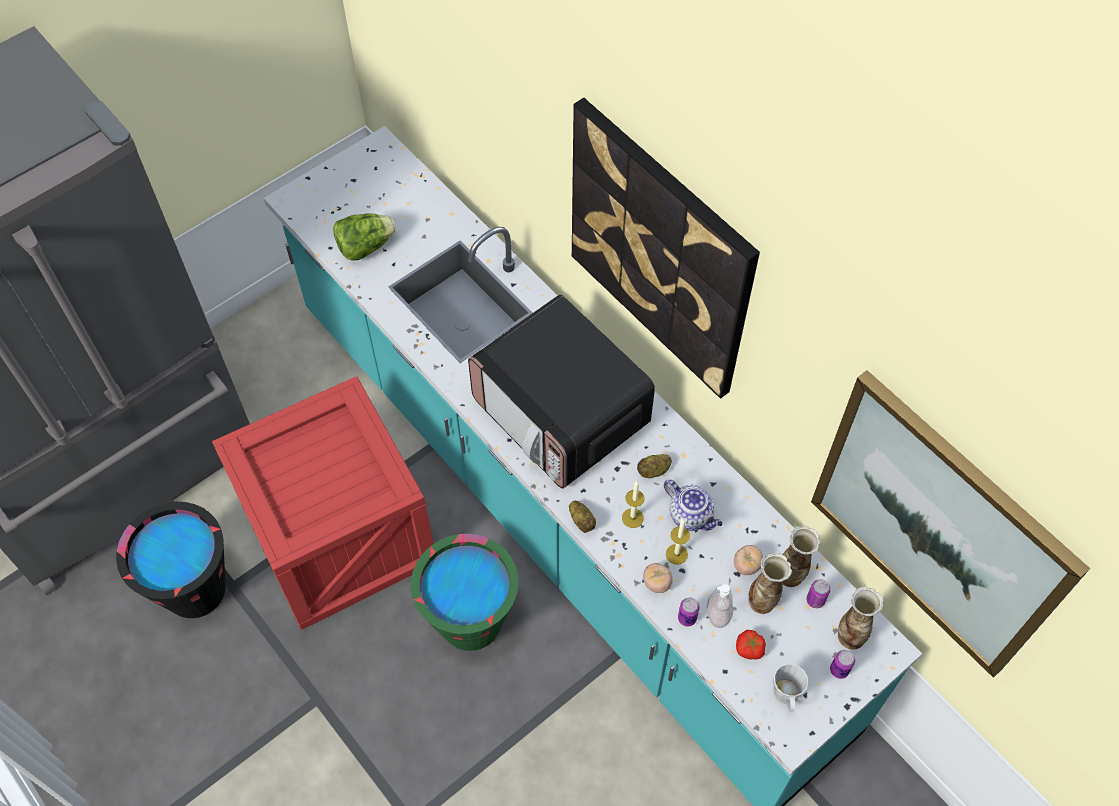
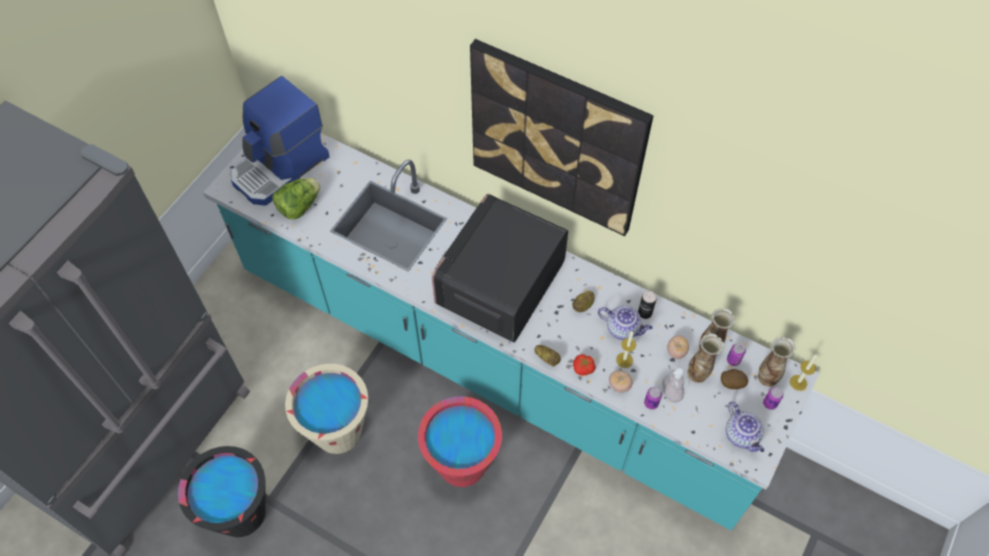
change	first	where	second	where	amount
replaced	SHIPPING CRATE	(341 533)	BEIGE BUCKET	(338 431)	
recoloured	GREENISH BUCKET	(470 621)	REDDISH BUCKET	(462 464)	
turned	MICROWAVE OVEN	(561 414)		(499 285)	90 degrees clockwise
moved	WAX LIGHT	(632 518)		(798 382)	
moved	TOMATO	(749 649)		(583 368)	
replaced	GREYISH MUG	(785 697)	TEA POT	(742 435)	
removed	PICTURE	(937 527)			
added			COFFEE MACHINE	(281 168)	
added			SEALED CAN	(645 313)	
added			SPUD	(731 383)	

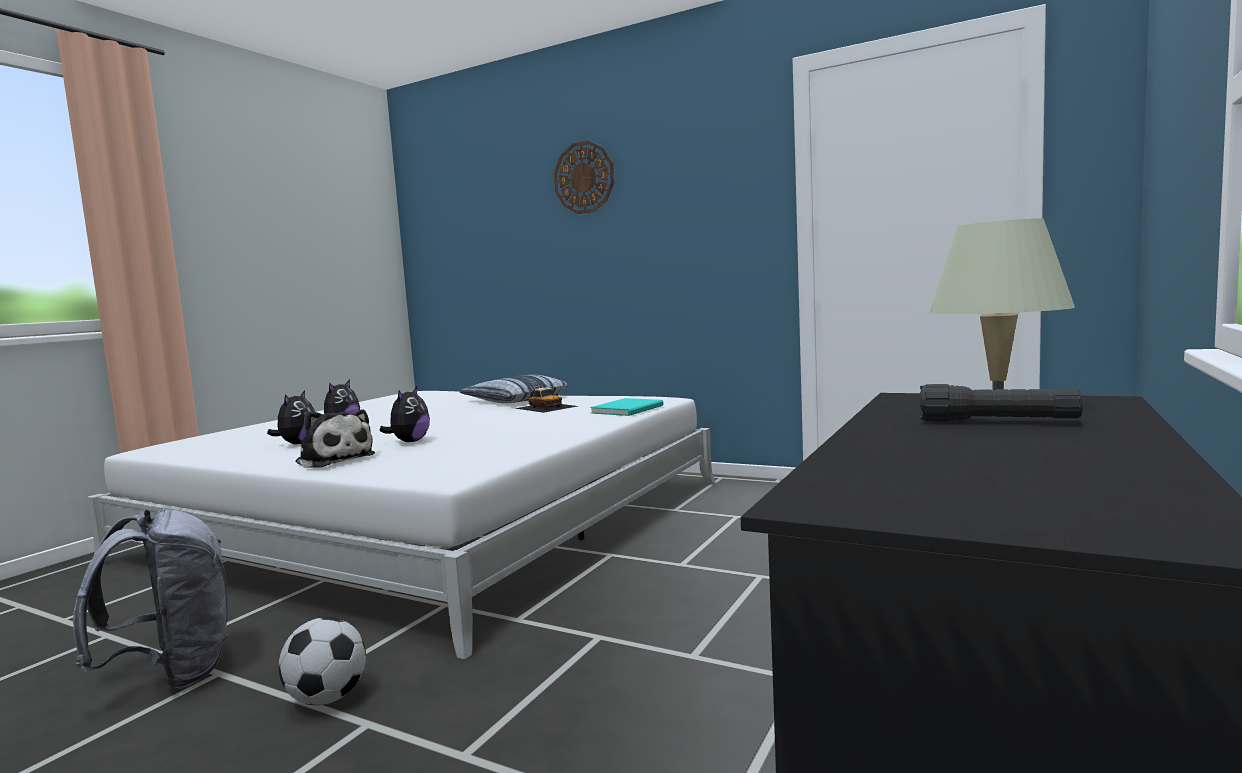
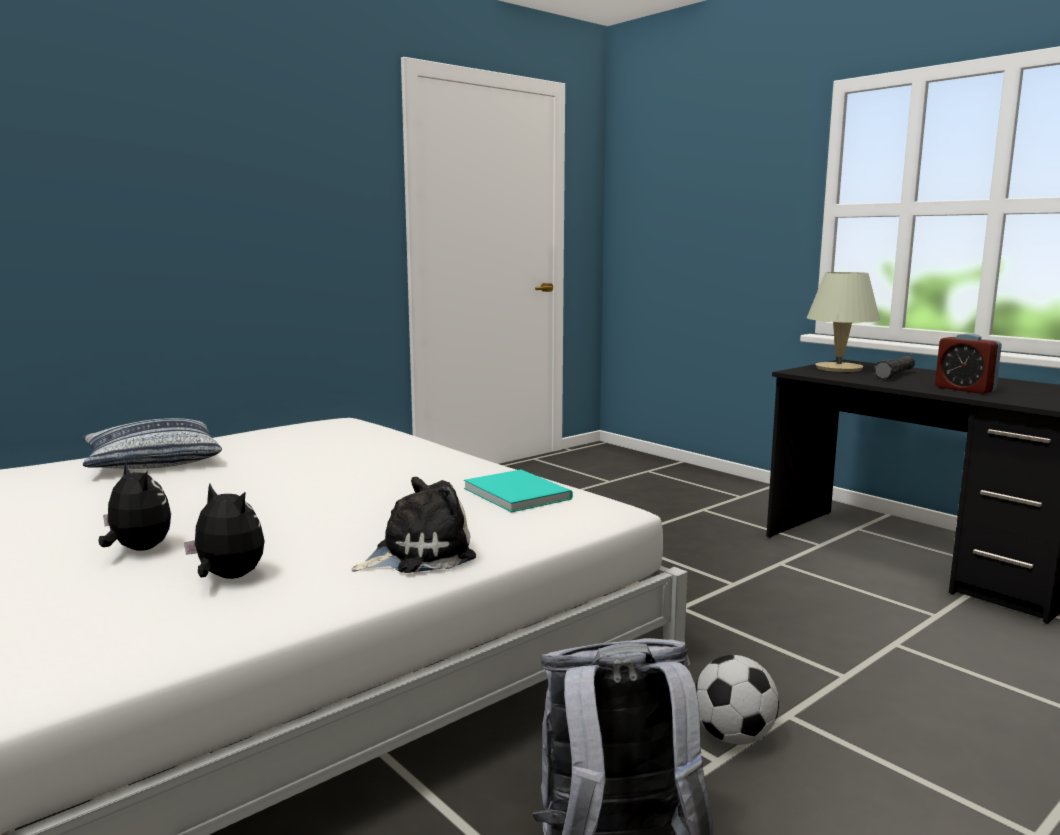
change	first	where	second	where	amount
removed	PLUSH TOY	(409 441)			
removed	MINIATURE CAR	(546 407)			
removed	WALL CLOCK	(584 177)			
moved	TURQUOISE-COLOURED BOUND BOOK	(630 409)		(517 492)	
added			BEDSIDE CLOCK	(964 389)	

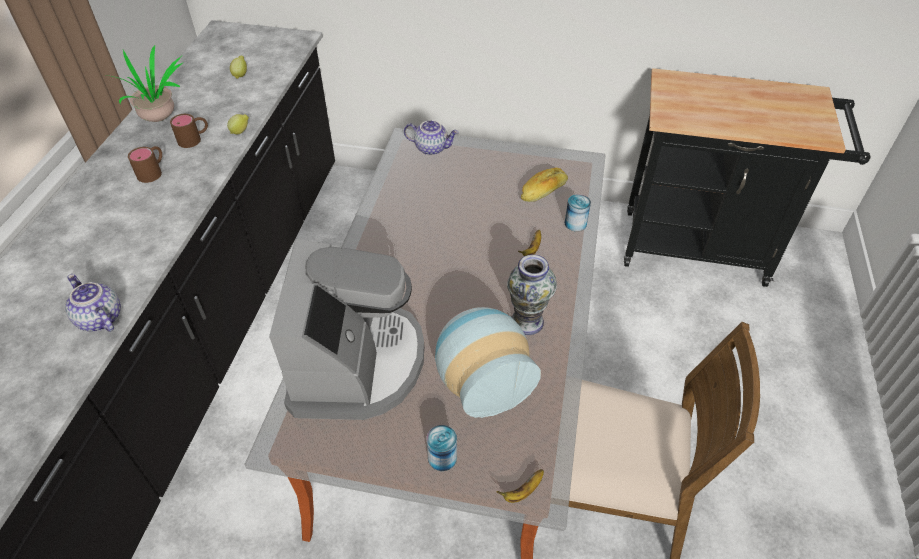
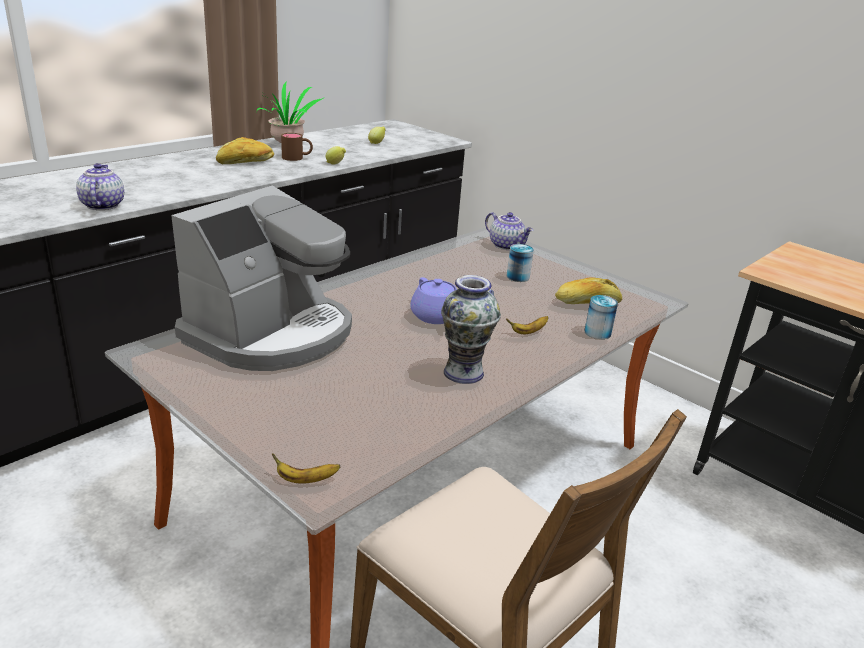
change	first	where	second	where	amount
replaced	BROWN-COLOURED MUG	(153 171)	BREAD	(245 162)	
moved	SEALED CAN	(442 457)		(517 277)	
removed	FLOWER VASE	(481 382)			
added			PURPLE TEA POT	(435 317)	

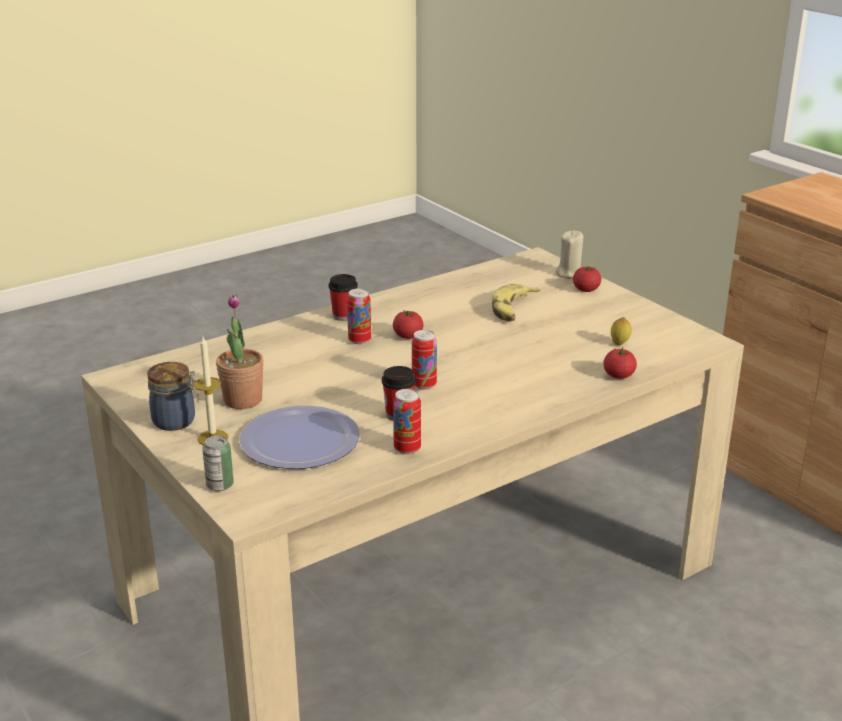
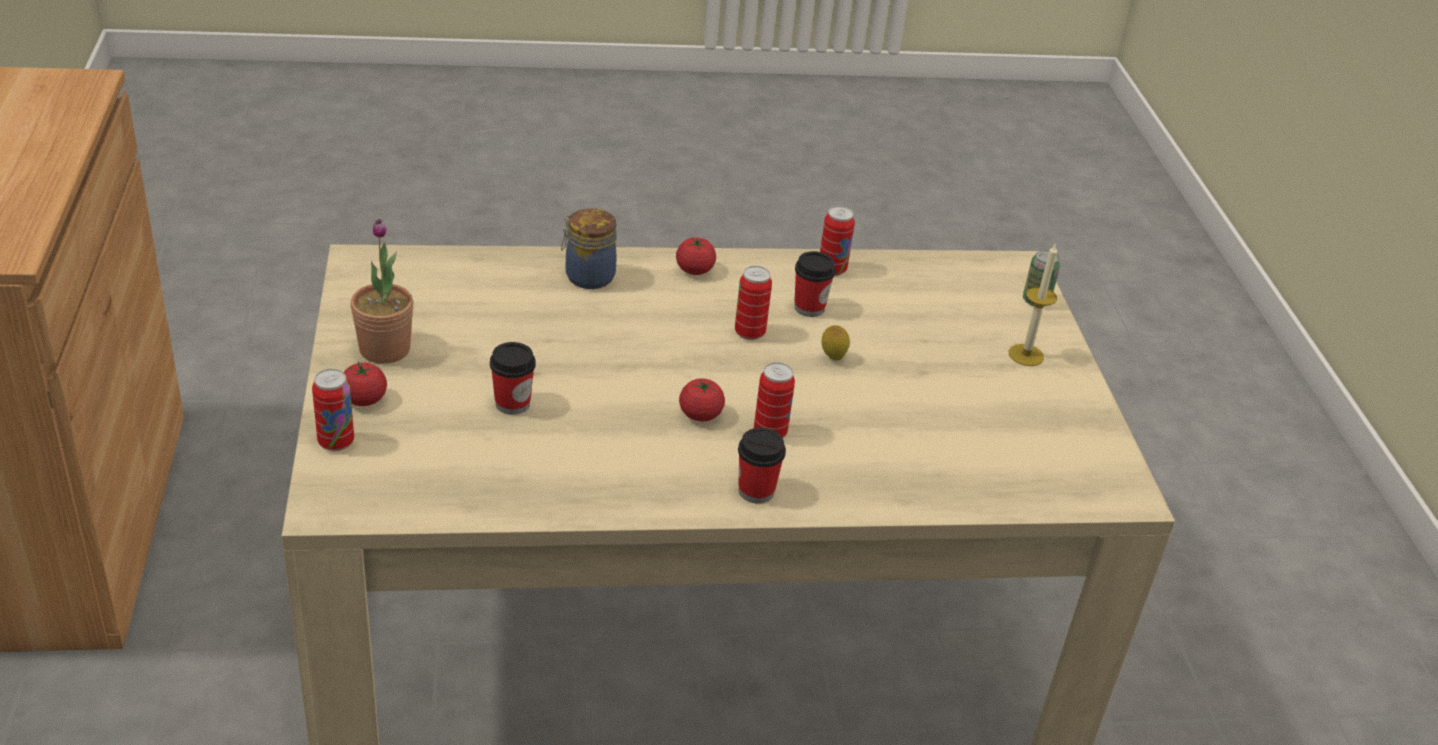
change	first	where	second	where	amount
moved	STORAGE JAR	(176 421)		(587 276)	
moved	POTTED PLANT	(243 400)		(385 349)	
removed	FLAT DISH	(299 440)			
replaced	BANANA FRUIT	(513 310)	DRINKING CUP	(512 403)	
replaced	BEIGE WAX LIGHT	(569 274)	SEALED CAN	(336 442)	
moved	TOMATO	(618 375)		(694 270)	
moved	LEMON	(619 344)		(832 358)	

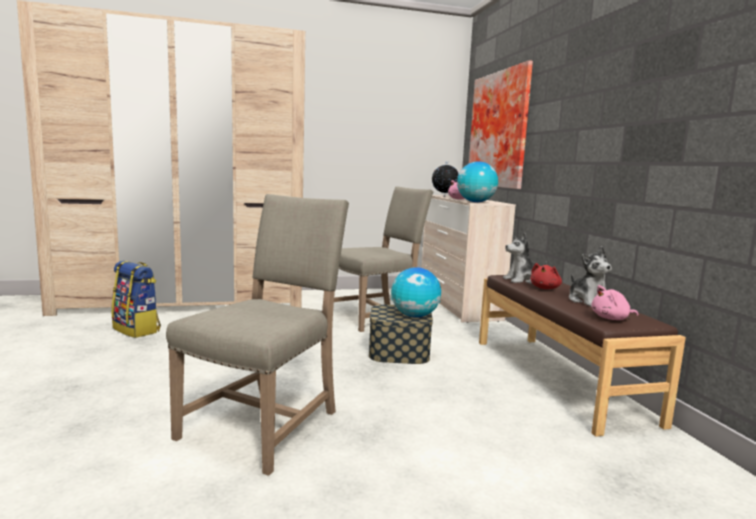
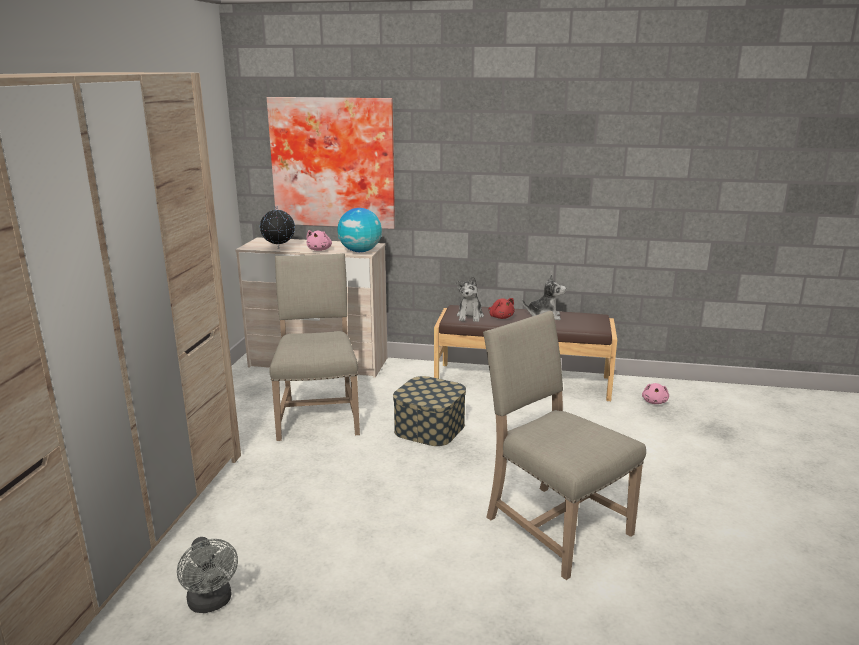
change	first	where	second	where	amount
replaced	KNAPSACK	(137 330)	GREYISH FAN	(211 603)	
removed	DESK GLOBE	(414 316)			
moved	PINK-COLOURED PLUSH TOY	(612 319)		(654 402)	

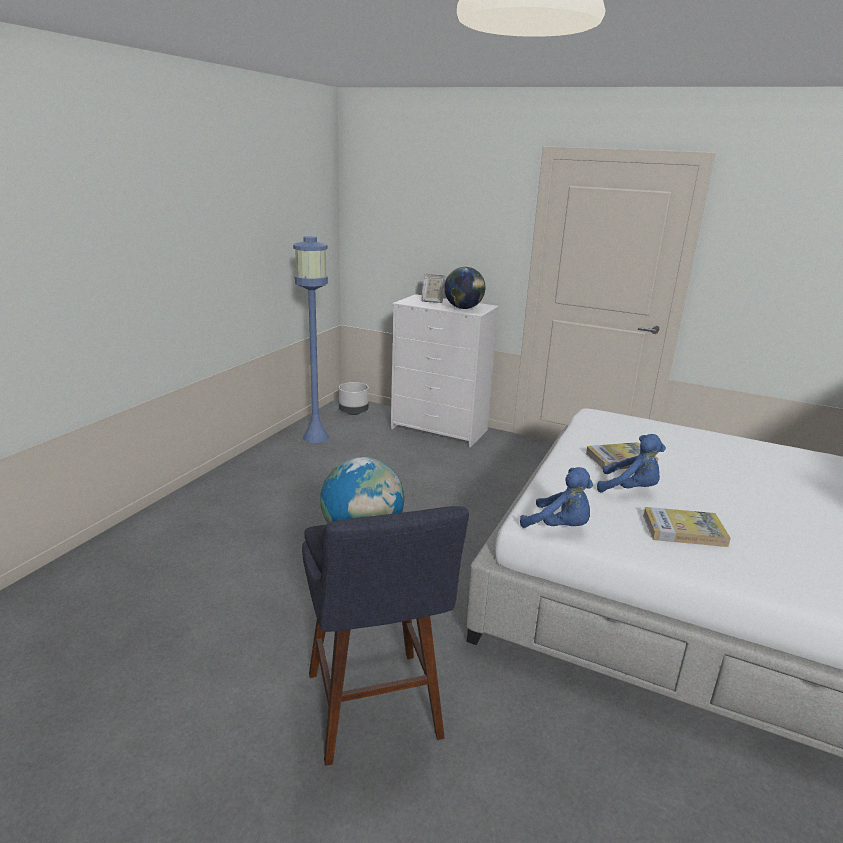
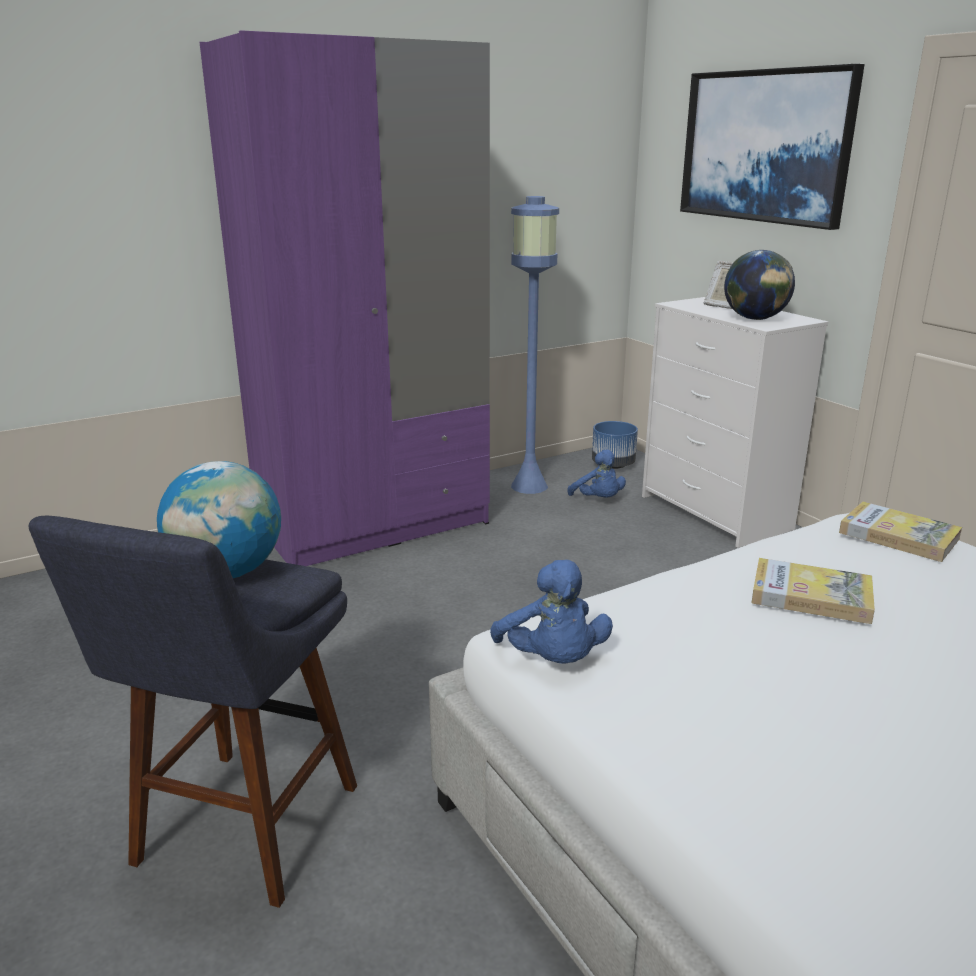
change	first	where	second	where	amount
recoloured	GREYISH FLOWER POT	(353 412)	BLUE FLOWER POT	(613 465)	
moved	BLUE PLUSH TOY	(630 489)		(598 500)	
moved	BOUND BOOK	(683 530)		(898 536)	
added			PURPLE CLOTHES CUPBOARD	(373 525)	
added			PICTURE	(765 146)	

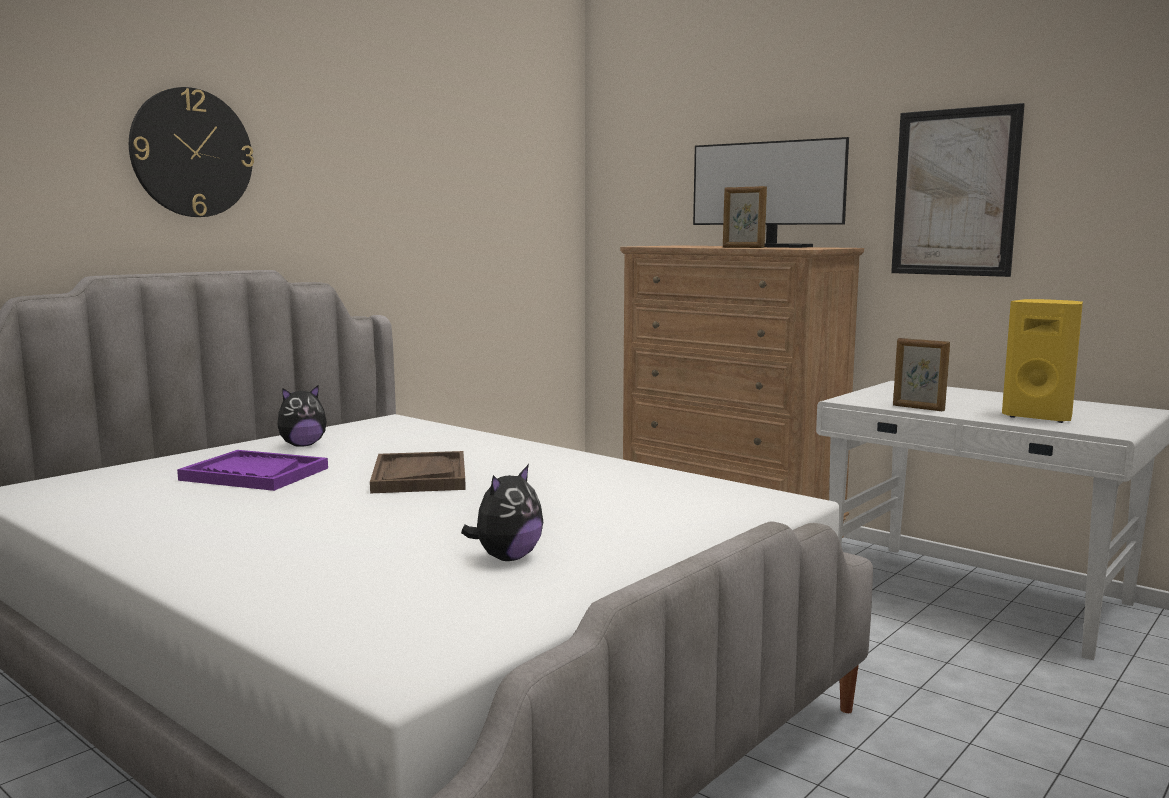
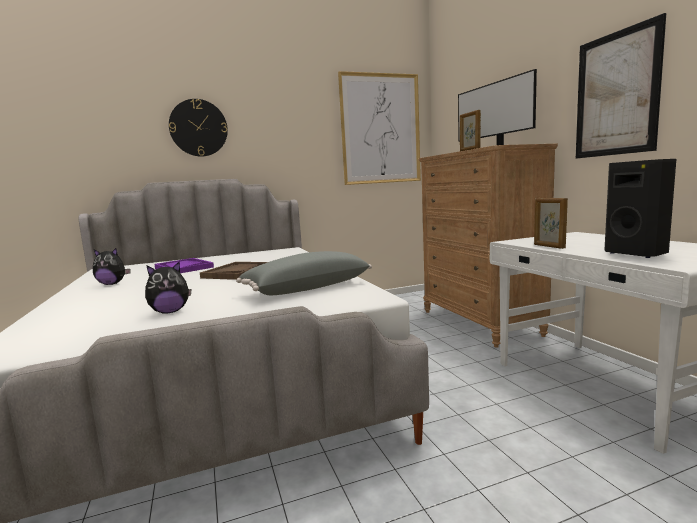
change	first	where	second	where	amount
moved	PLUSH TOY	(302 445)		(112 284)	
recoloured	YELLOW-COLOURED AUDIO SPEAKER	(1039 417)	BLACK AUDIO SPEAKER	(637 253)	
added			GREYISH PILLOW	(306 288)	
added			PICTURE	(380 129)	

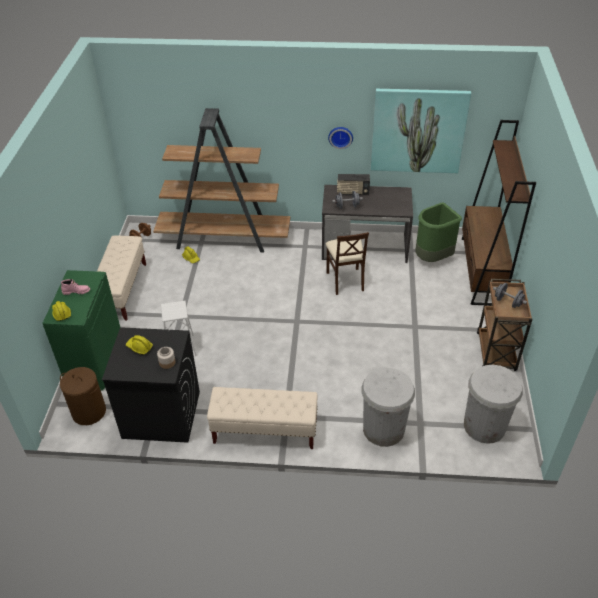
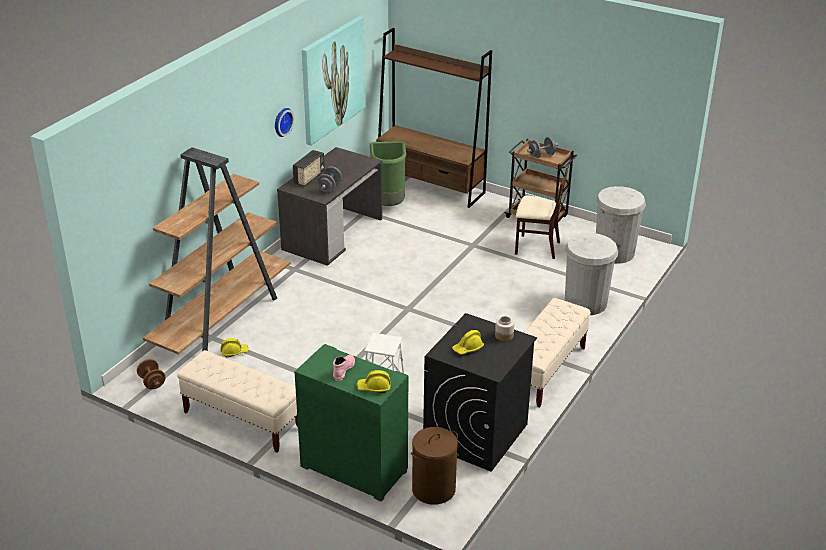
change	first	where	second	where	amount
moved	BEIGE CHAIR	(345 280)		(536 247)	

